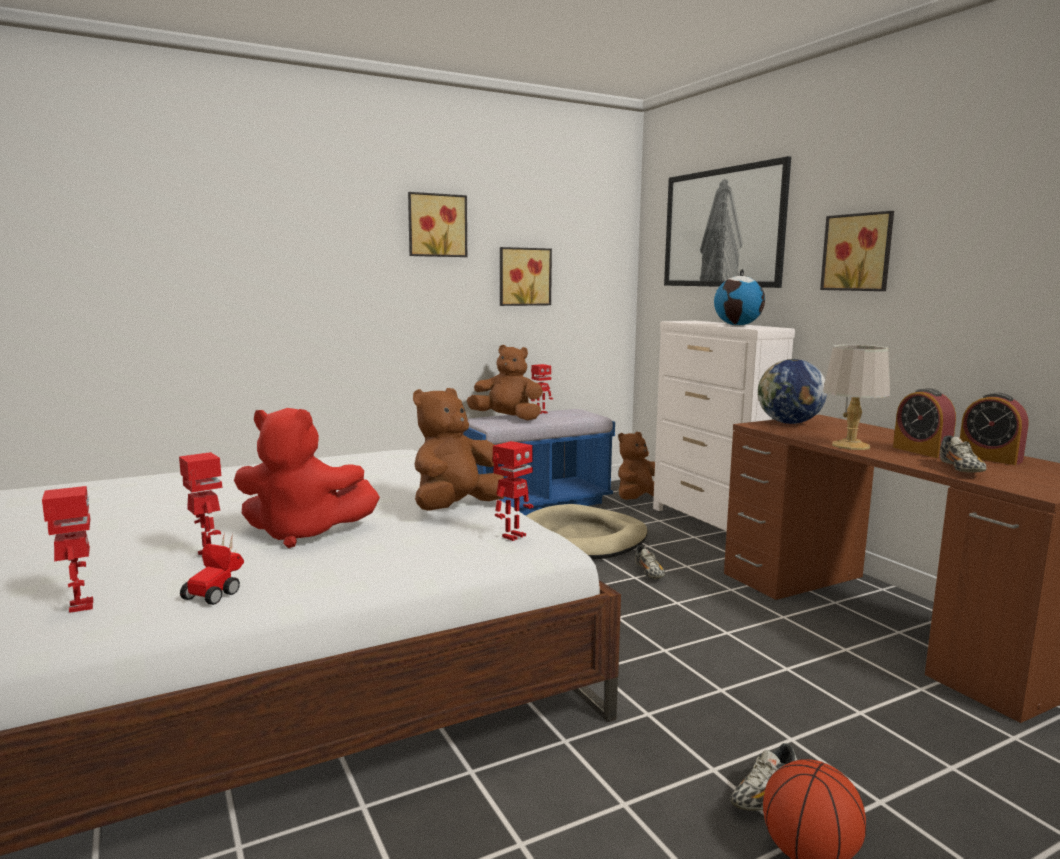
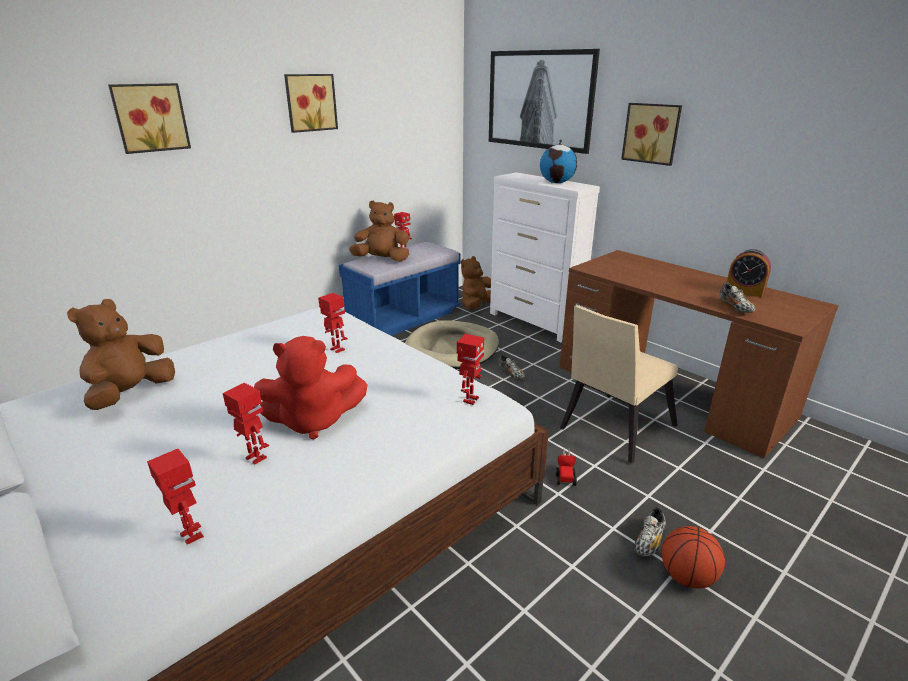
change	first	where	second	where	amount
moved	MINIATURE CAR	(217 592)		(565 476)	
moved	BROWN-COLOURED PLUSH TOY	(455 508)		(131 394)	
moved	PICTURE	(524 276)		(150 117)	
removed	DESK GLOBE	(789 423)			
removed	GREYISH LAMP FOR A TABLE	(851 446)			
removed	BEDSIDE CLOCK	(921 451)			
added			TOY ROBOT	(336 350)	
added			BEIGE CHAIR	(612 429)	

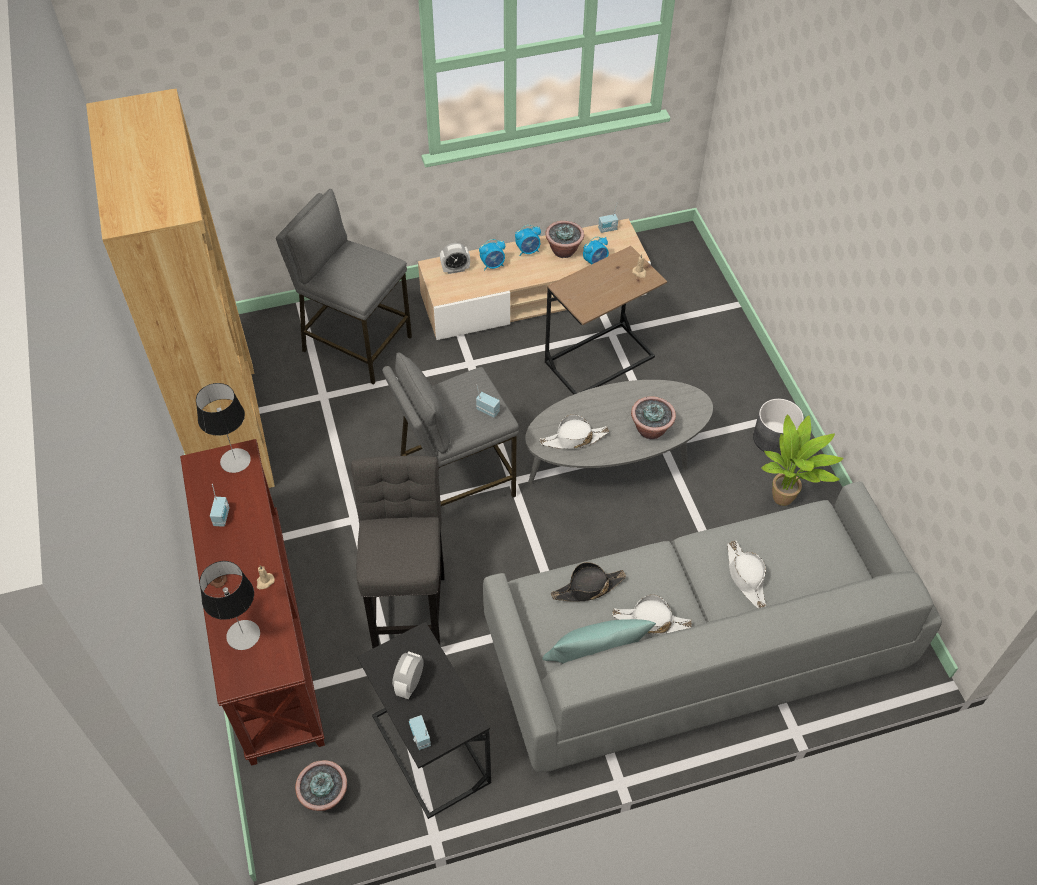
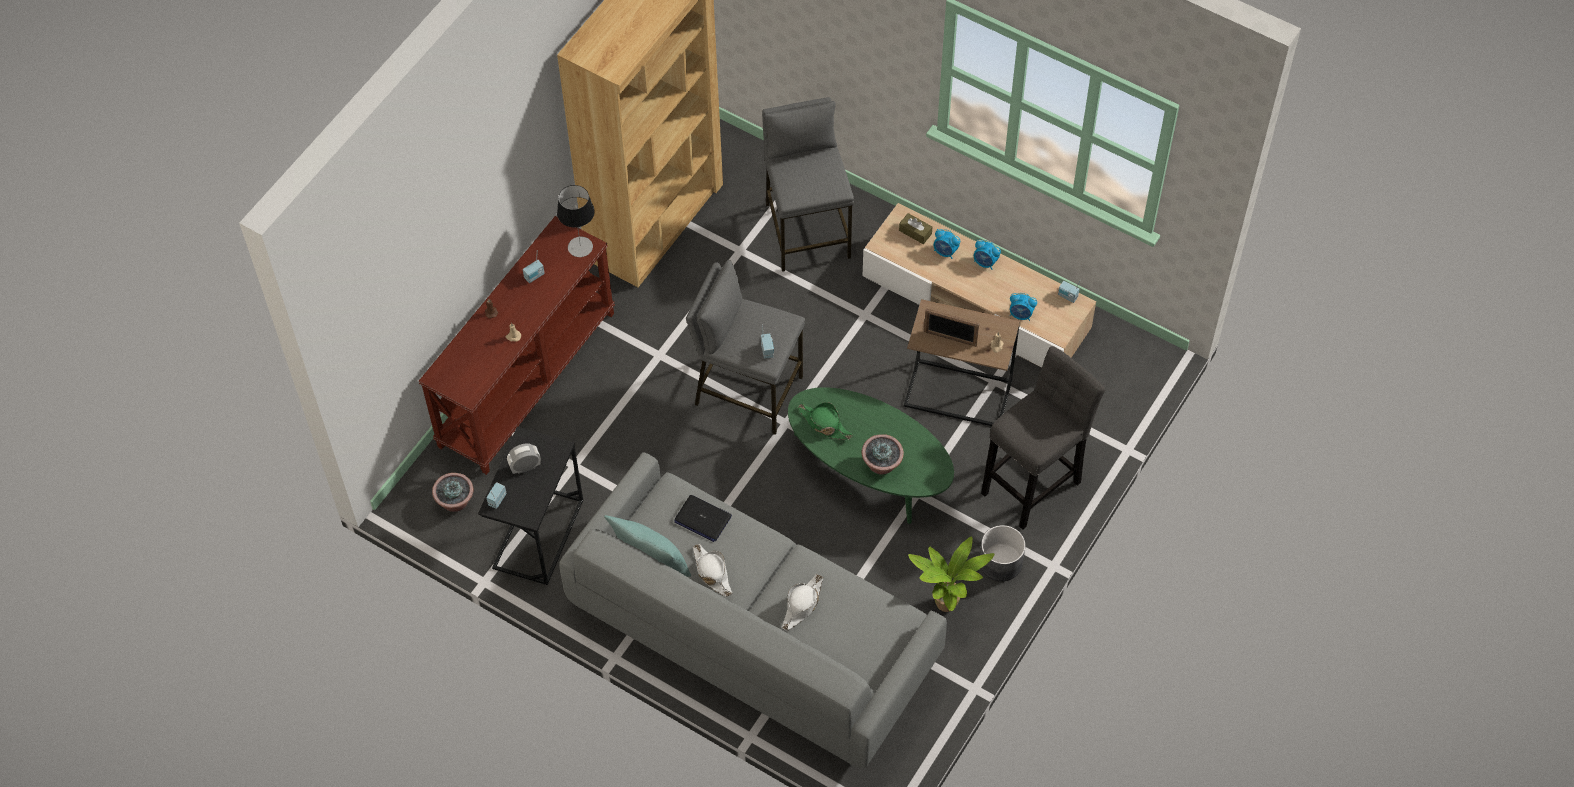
change	first	where	second	where	amount
removed	LAMP FOR A TABLE	(243 634)			
moved	GREYISH STOOL	(409 610)		(1034 483)	
replaced	BEDSIDE CLOCK	(455 269)	BROWN-COLOURED TISSUE BOX	(915 232)	
recoloured	GREYISH LOW TABLE	(614 462)	GREENISH LOW TABLE	(868 474)	
recoloured	WHITE CLOTHING HAT	(573 439)	GREENISH CLOTHING HAT	(824 424)	
removed	POTTED PLANT	(563 250)			
replaced	BLACK CLOTHING HAT	(587 588)	PORTABLE COMPUTER	(702 519)	
added			STANDING FRAME	(950 338)	

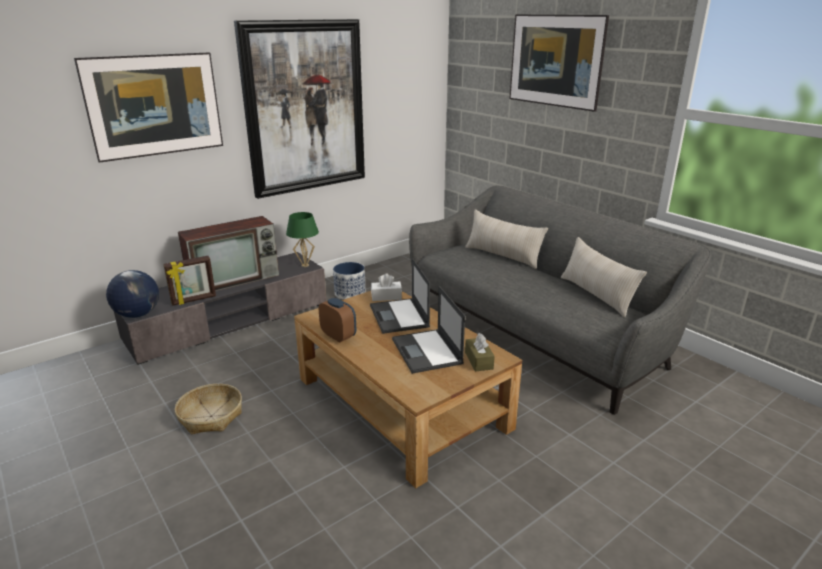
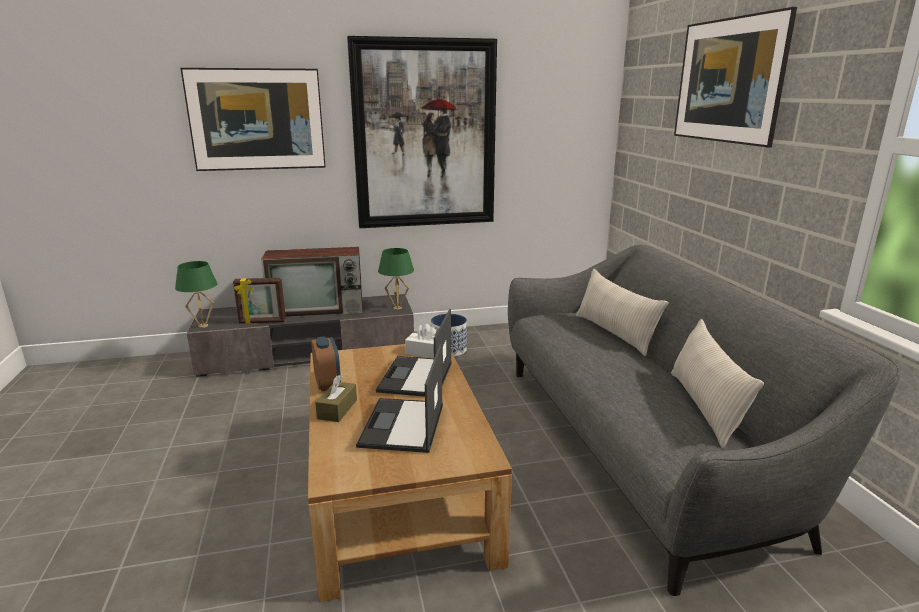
change	first	where	second	where	amount
replaced	DESK GLOBE	(137 315)	GREENISH LAMP FOR A TABLE	(203 326)	
removed	HOUSEHOLD BASKET	(211 416)			
moved	BROWN-COLOURED TISSUE BOX	(478 360)		(337 409)	

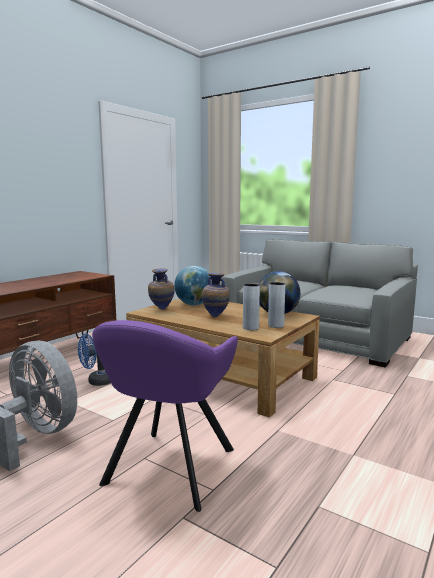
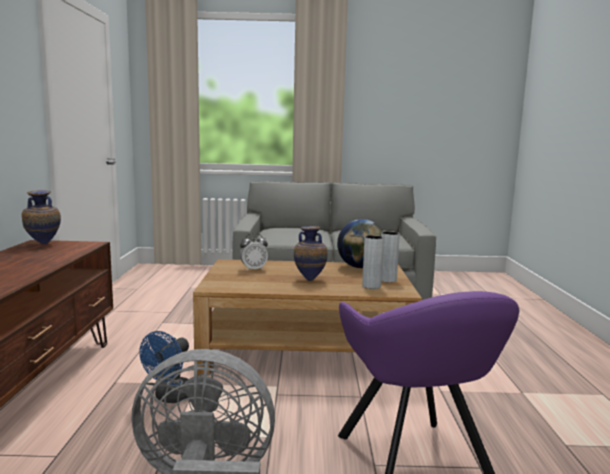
change	first	where	second	where	amount
moved	FLOWER VASE	(161 310)		(43 245)	
replaced	DESK GLOBE	(194 305)	BEDSIDE CLOCK	(253 269)	

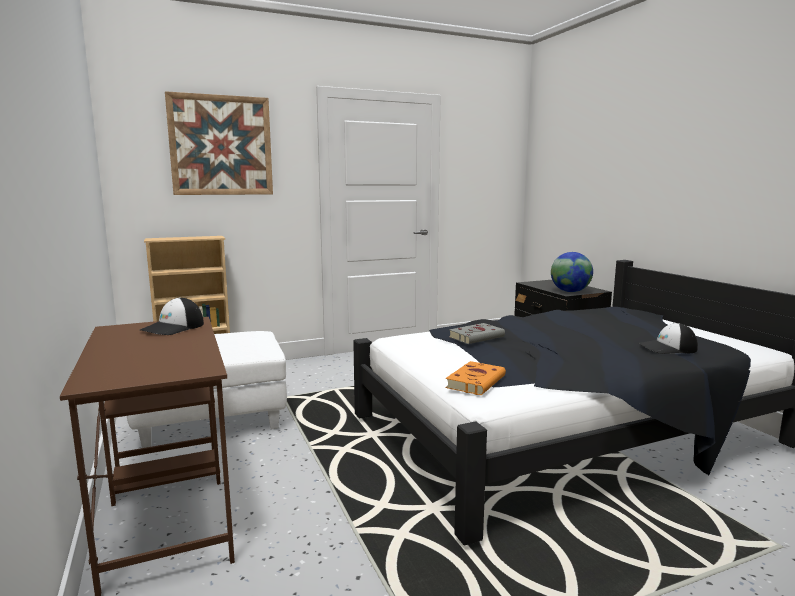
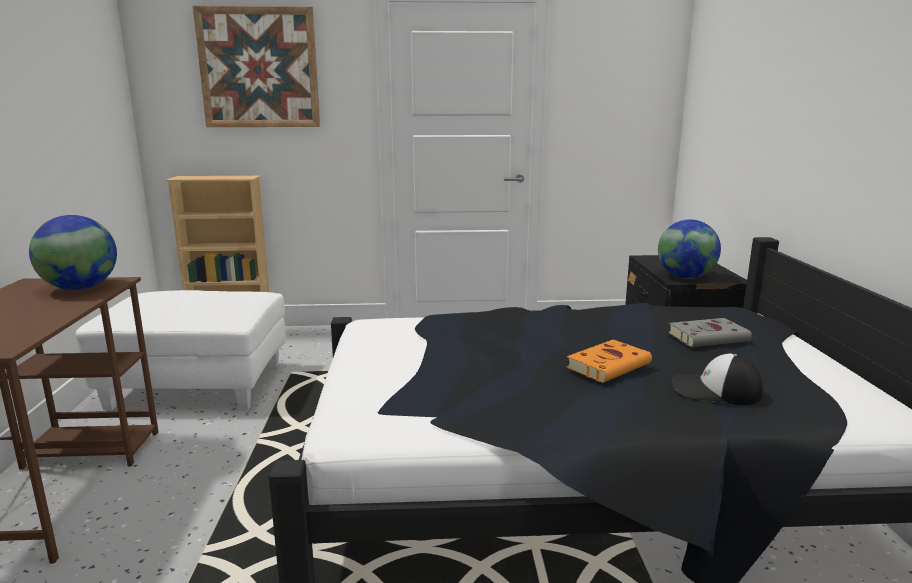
change	first	where	second	where	amount
replaced	CAP	(173 328)	DESK GLOBE	(80 288)	
moved	ORANGEY BOUND BOOK	(476 381)		(610 365)	
moved	GREYISH BOUND BOOK	(477 337)		(710 337)	

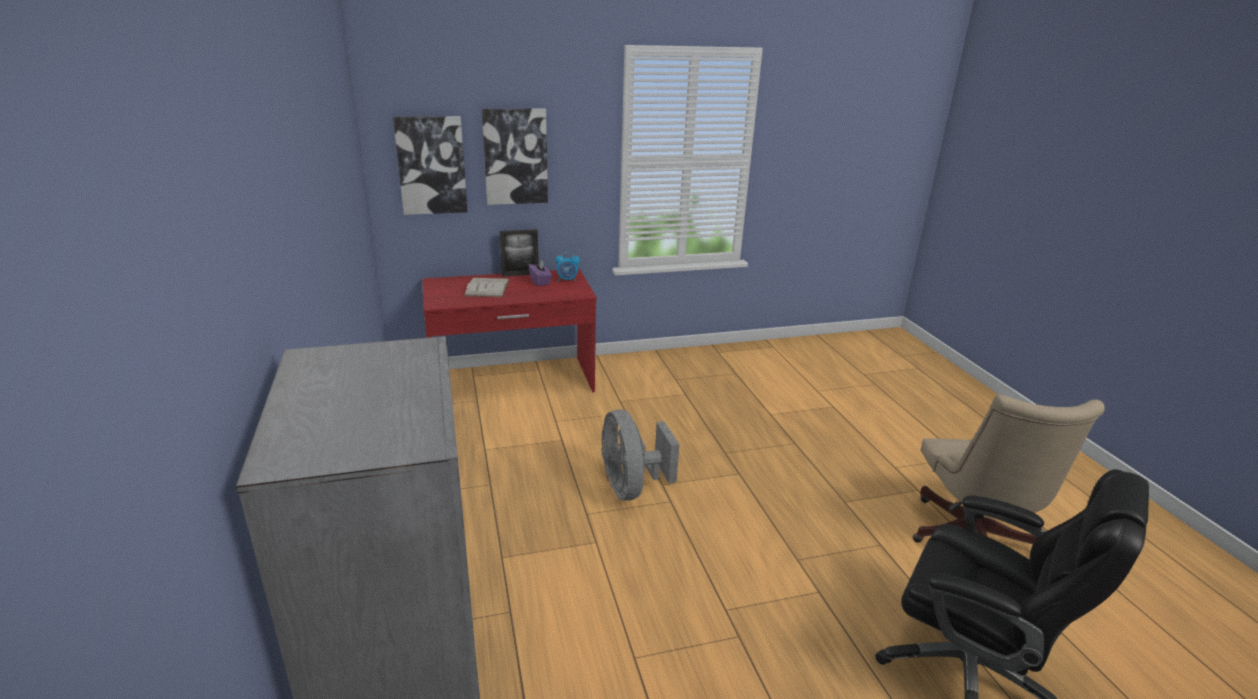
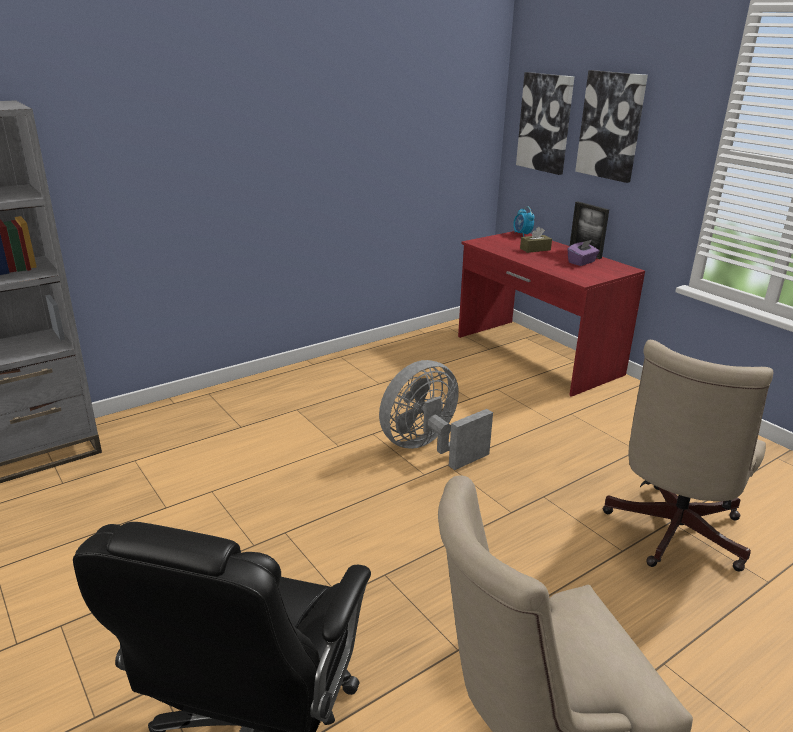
change	first	where	second	where	amount
replaced	WHITE BOUND BOOK	(487 288)	BROWN-COLOURED TISSUE BOX	(535 249)	
moved	BEDSIDE CLOCK	(567 280)		(522 234)	
added			BEIGE OFFICE CHAIR	(671 534)	

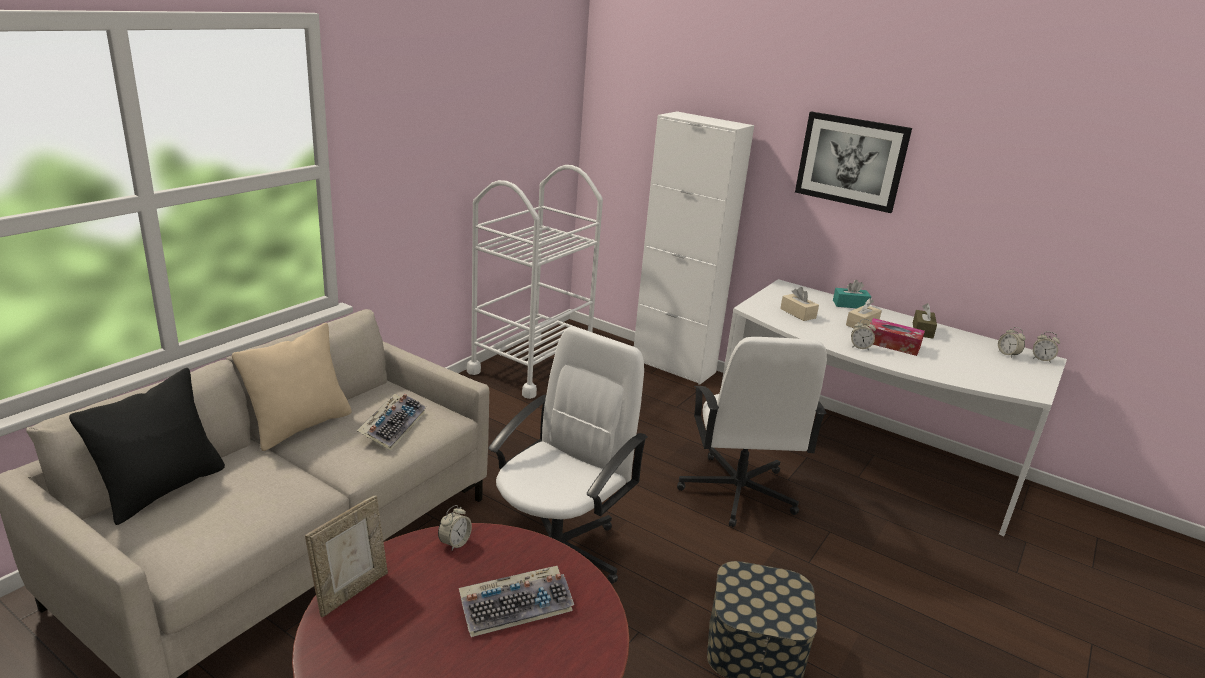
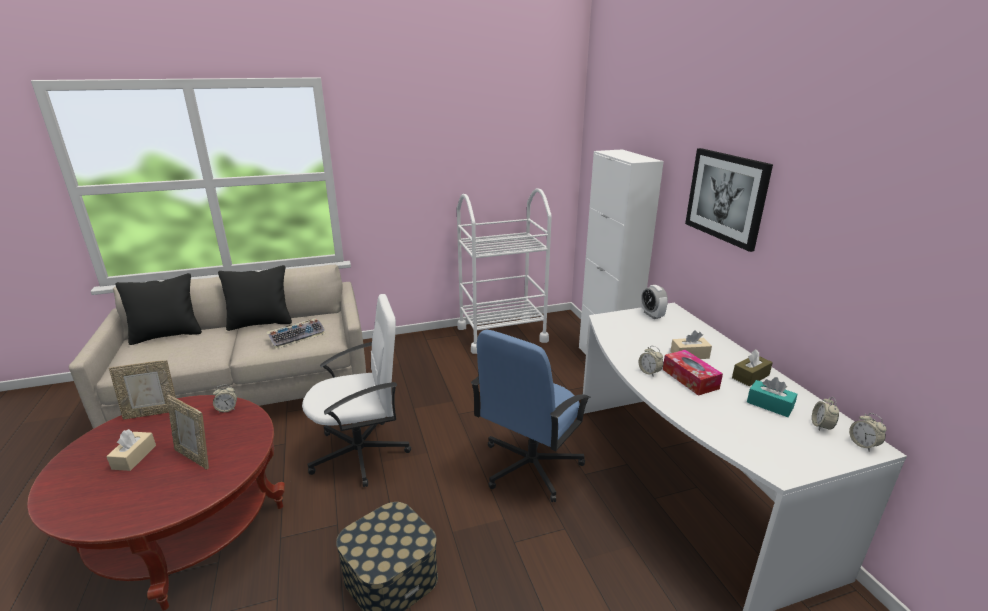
change	first	where	second	where	amount
recoloured	BEIGE PILLOW	(300 426)	BLACK PILLOW	(261 323)	
replaced	PC KEYBOARD	(517 606)	STANDING FRAME	(195 456)	
recoloured	WHITE OFFICE CHAIR	(737 492)	BLUE OFFICE CHAIR	(529 466)	
moved	BEIGE TISSUE BOX	(798 313)		(134 457)	
moved	TURQUOISE-COLOURED TISSUE BOX	(850 304)		(769 405)	
added			BEDSIDE CLOCK	(652 315)	

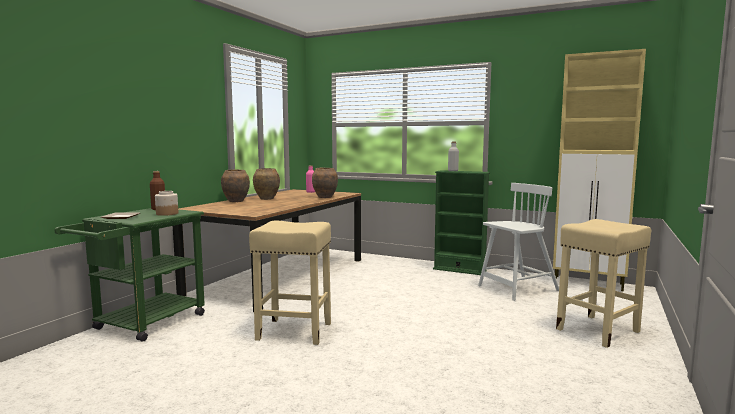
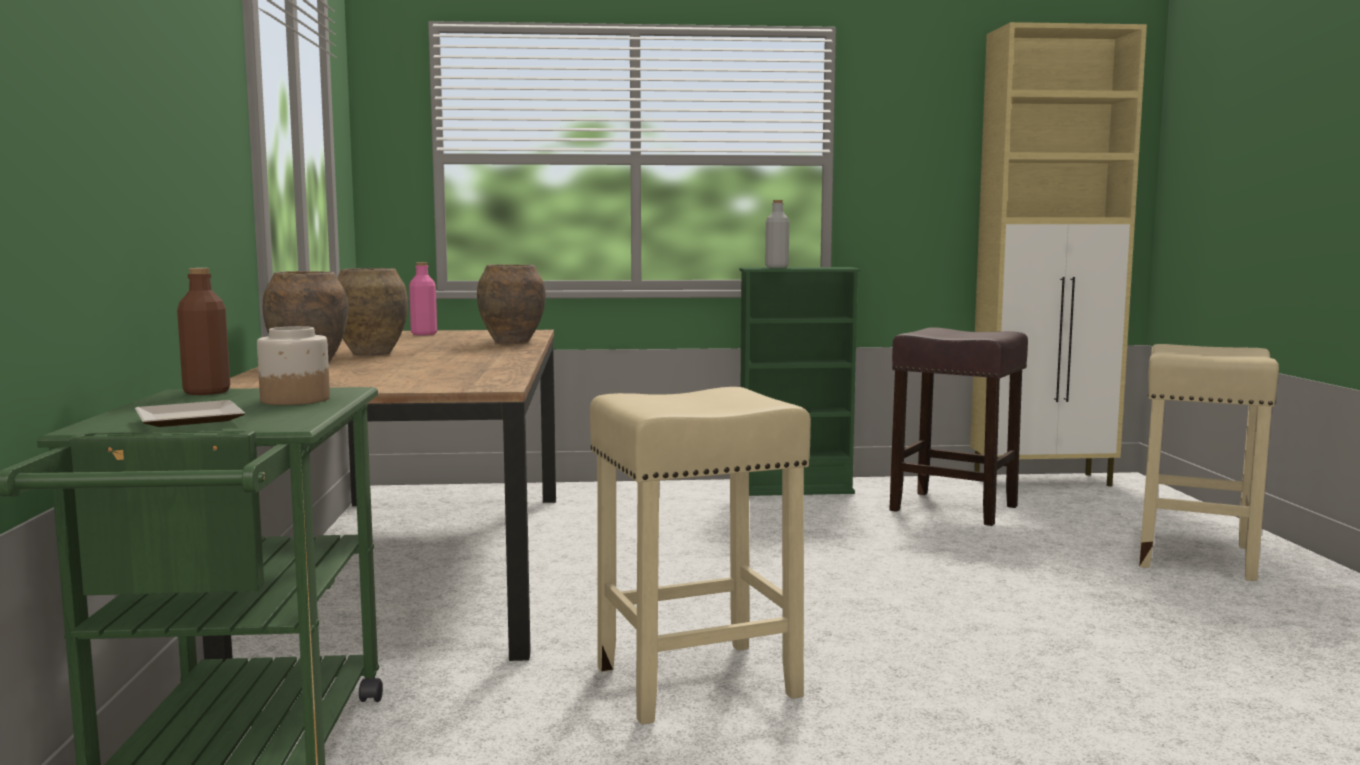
change	first	where	second	where	amount
replaced	WHITE CHAIR	(517 289)	BROWN-COLOURED STOOL	(956 508)	

